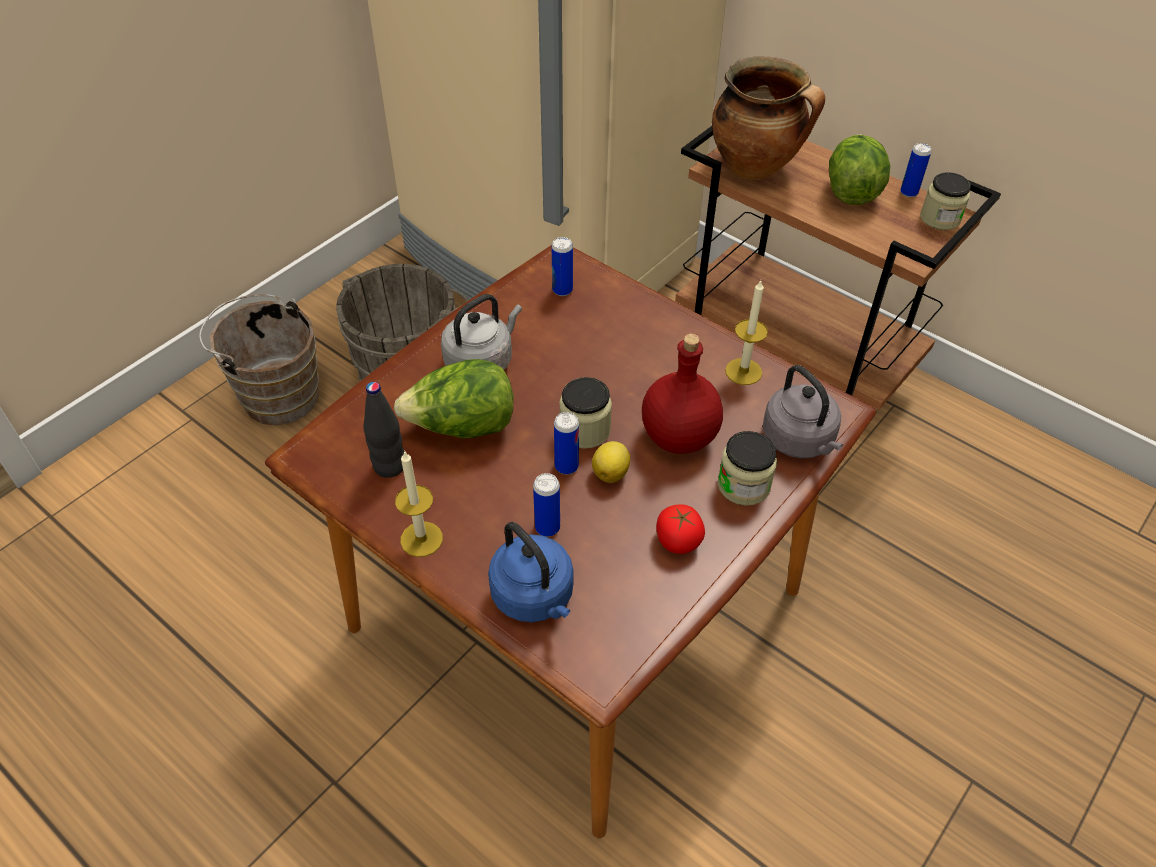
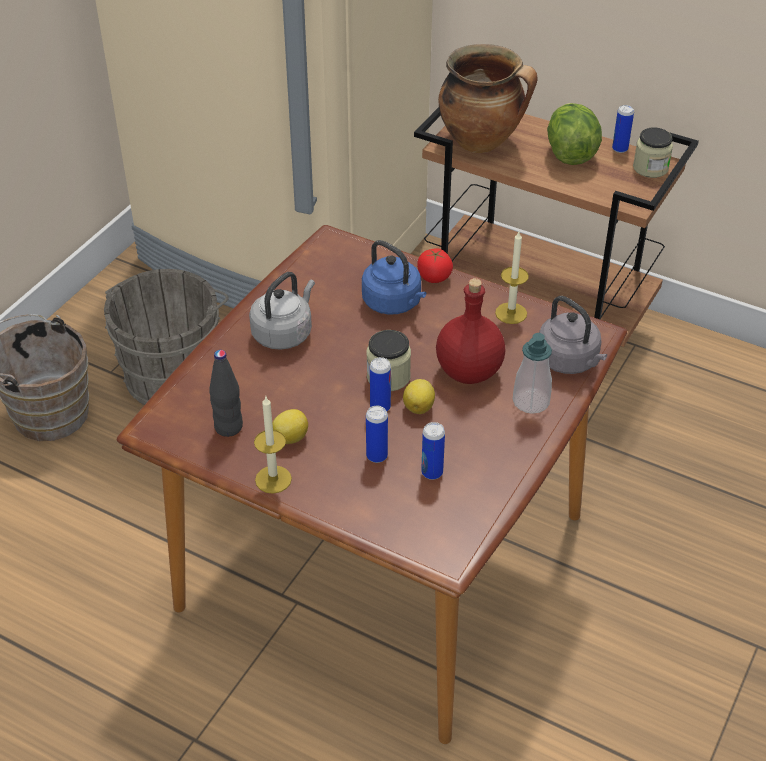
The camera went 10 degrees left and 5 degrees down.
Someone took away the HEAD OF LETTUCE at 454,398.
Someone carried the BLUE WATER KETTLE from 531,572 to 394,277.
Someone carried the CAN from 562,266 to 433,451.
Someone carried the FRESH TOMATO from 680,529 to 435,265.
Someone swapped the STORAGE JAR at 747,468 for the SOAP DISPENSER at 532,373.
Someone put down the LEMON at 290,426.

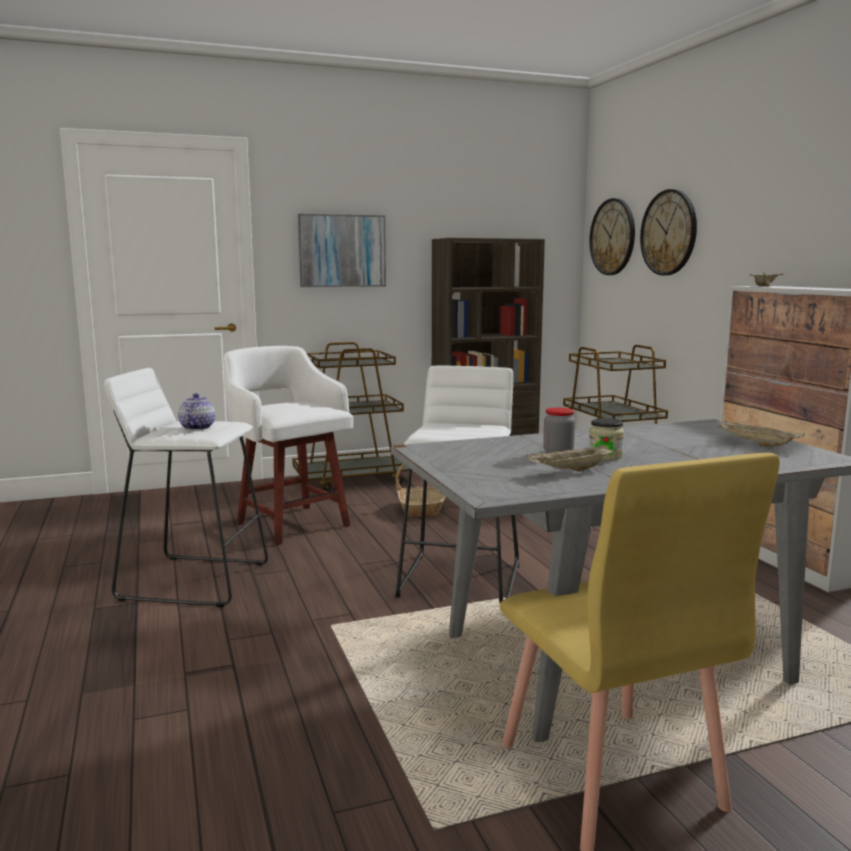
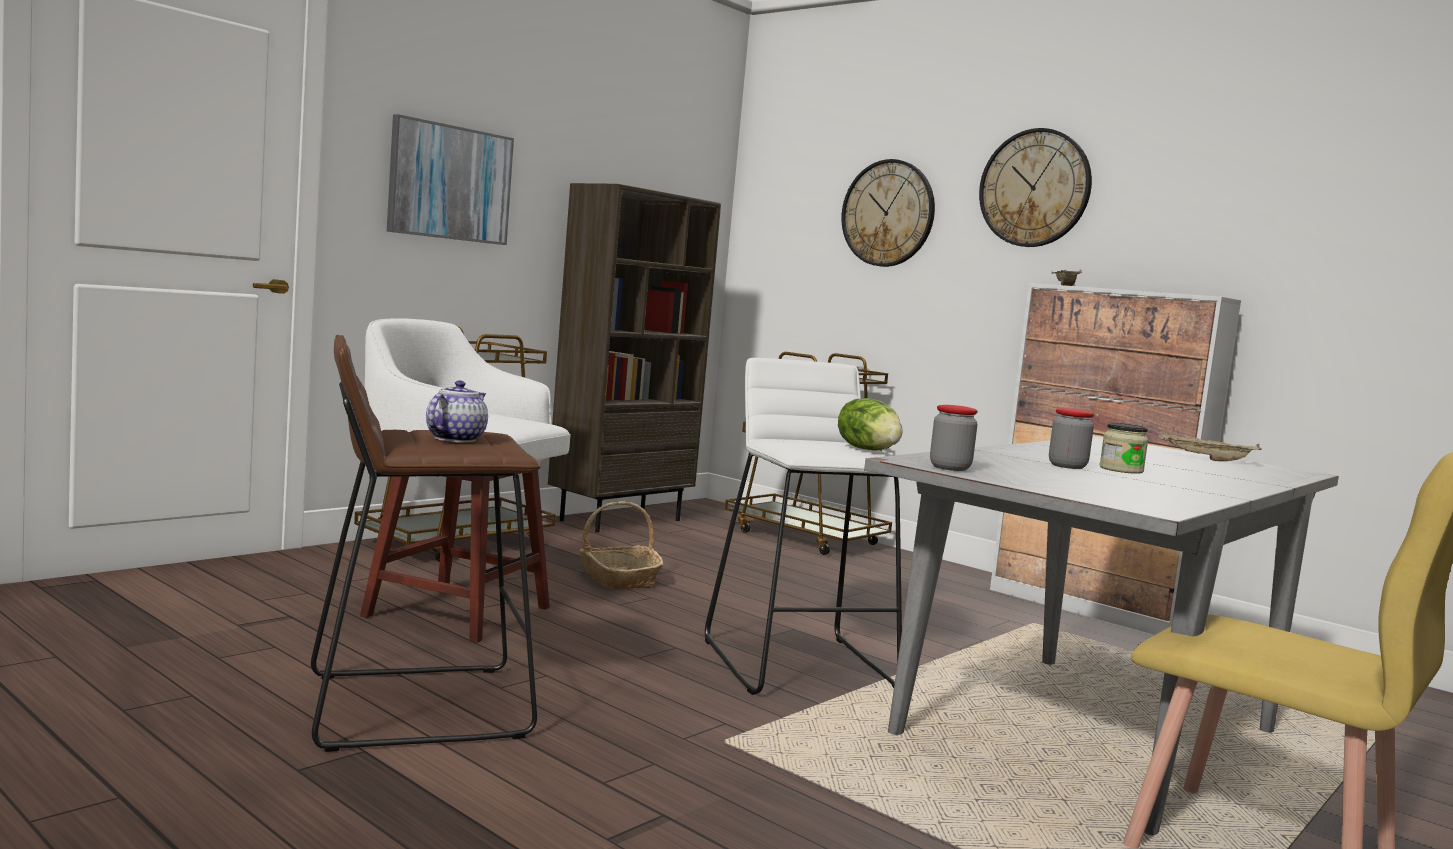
The camera went 30 degrees left and 5 degrees down.
Someone repainted the WHITISH STOOL SEAT at 186,487, which became the BROWN-COLOURED STOOL SEAT at 426,543.
Someone rotated the POT FOR TEA at 196,411 by 45 degrees clockwise.
Someone took away the BEIGE CARRYING TRAY at 570,457.
Someone carried the WALL CLOCK from 612,236 to 1035,187.
Someone put down the HEAD OF LETTUCE at 870,424.
Someone put down the STORAGE JAR at 954,438.

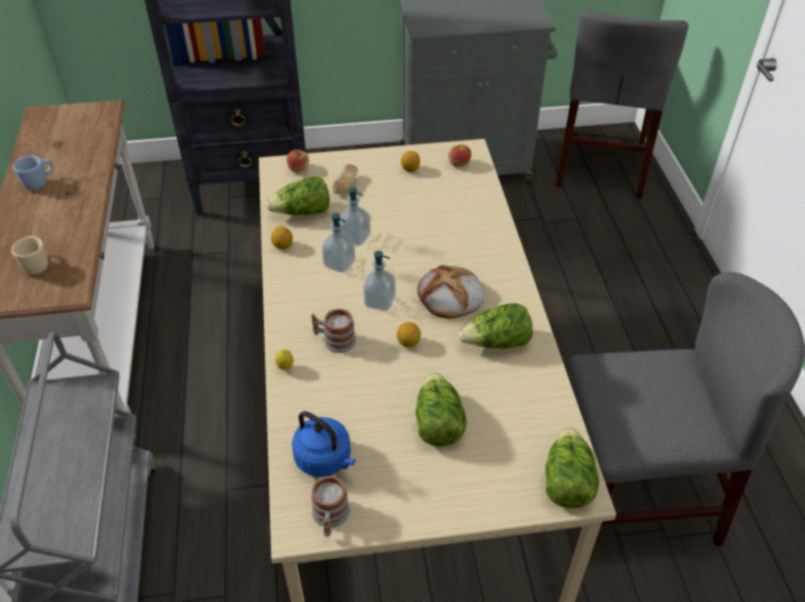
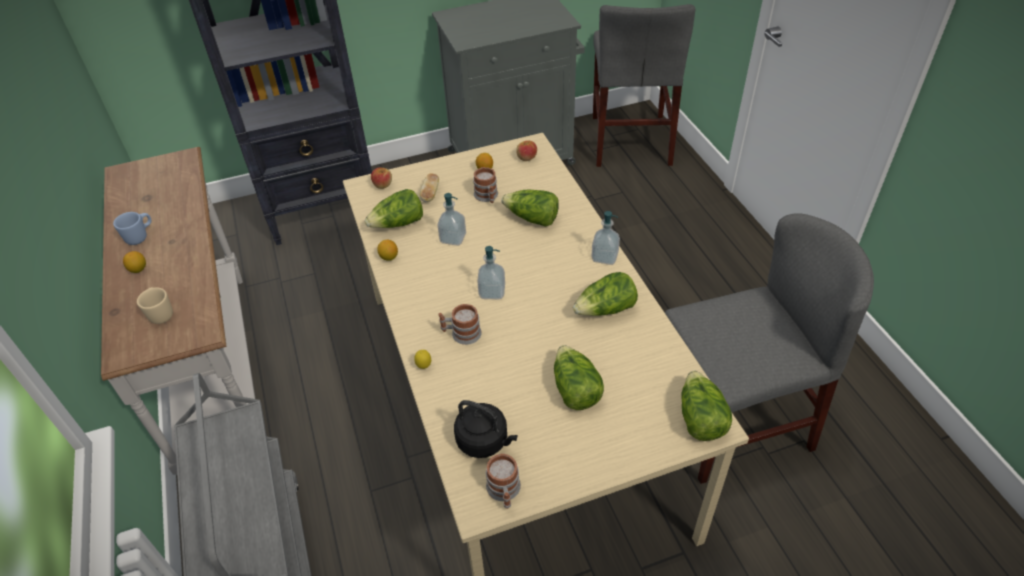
The camera went 10 degrees left and 0 degrees up.
Someone repainted the BLUE WATER KETTLE at 323,444, which became the BLACK WATER KETTLE at 485,429.
Someone carried the SOAP DISPENSER from 338,243 to 605,238.
Someone carried the LEMON from 409,334 to 134,262.
Someone took away the BREAD at 450,292.
Someone put down the COFFEE MUG at 485,185.
Someone put down the HEAD OF LETTUCE at 530,208.

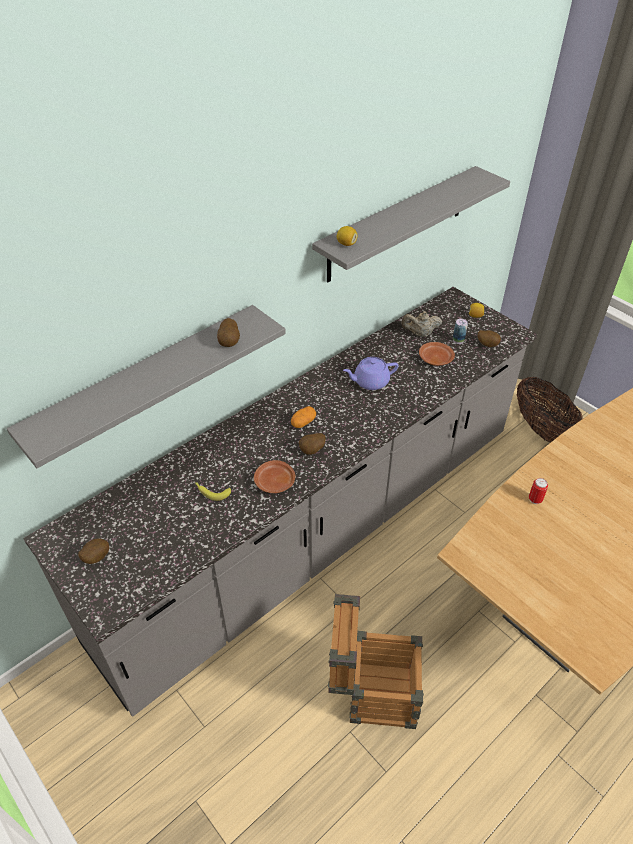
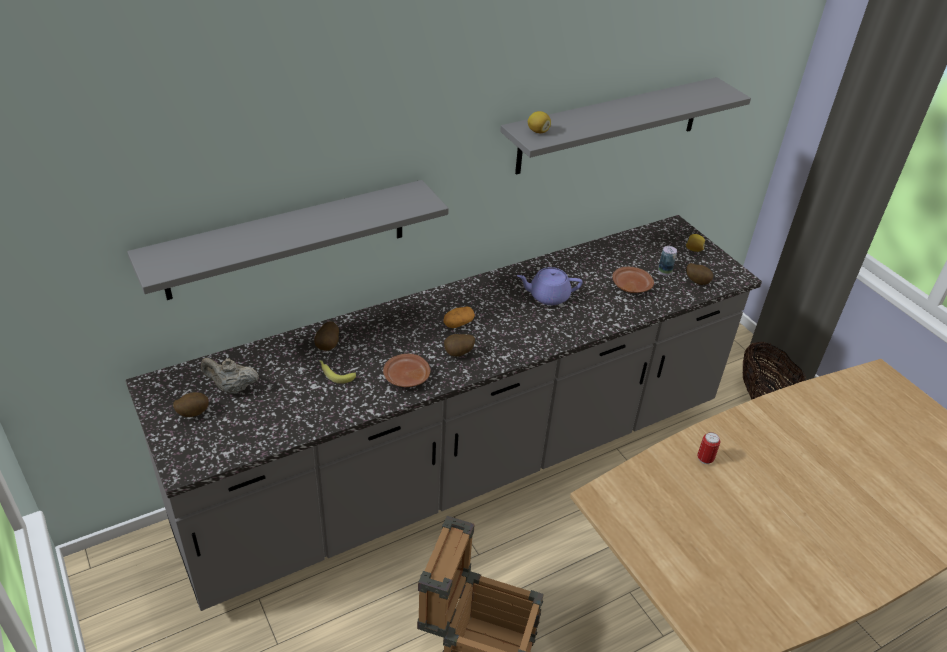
The camera went 10 degrees right and 5 degrees down.
Someone carried the POTATO from 228,332 to 326,336.
Someone carried the BEIGE POT FOR TEA from 422,324 to 230,376.

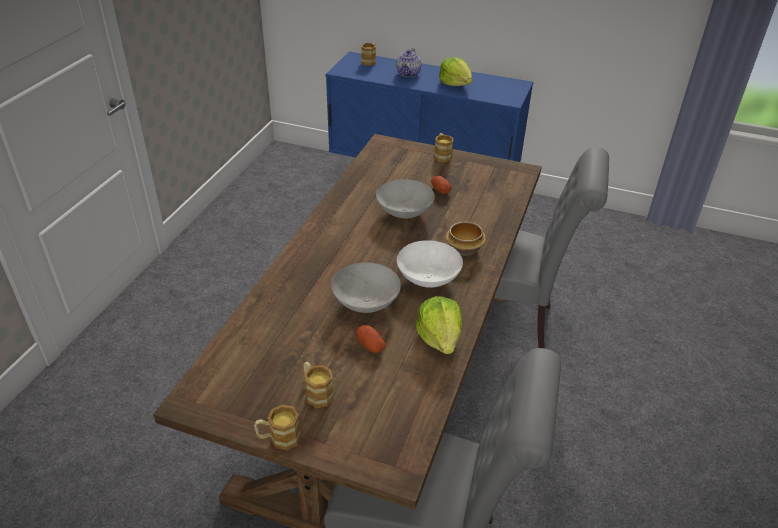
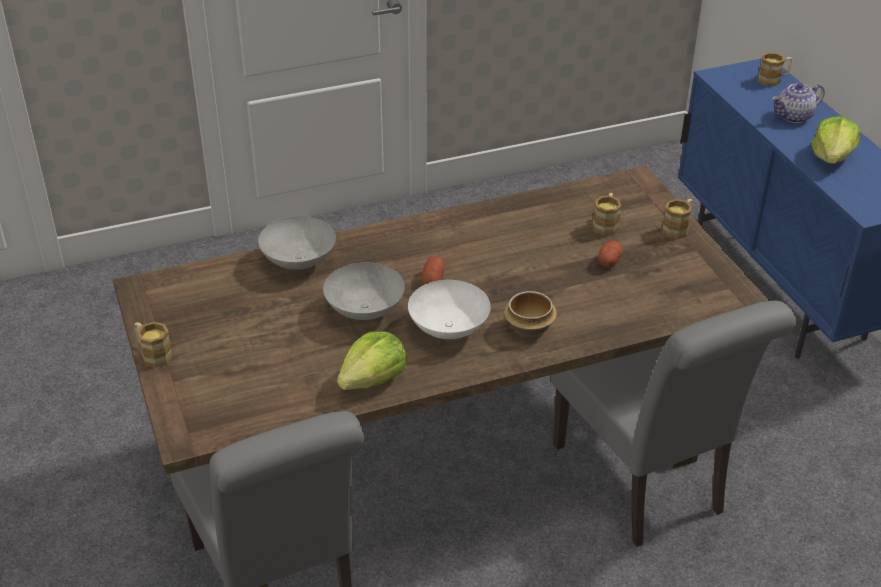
The camera went 50 degrees right and 0 degrees up.
Someone carried the COFFEE MUG from 319,385 to 607,214.
Someone carried the POTATO from 371,339 to 433,270.
Someone carried the GREY SERVING BOWL from 405,199 to 297,243.

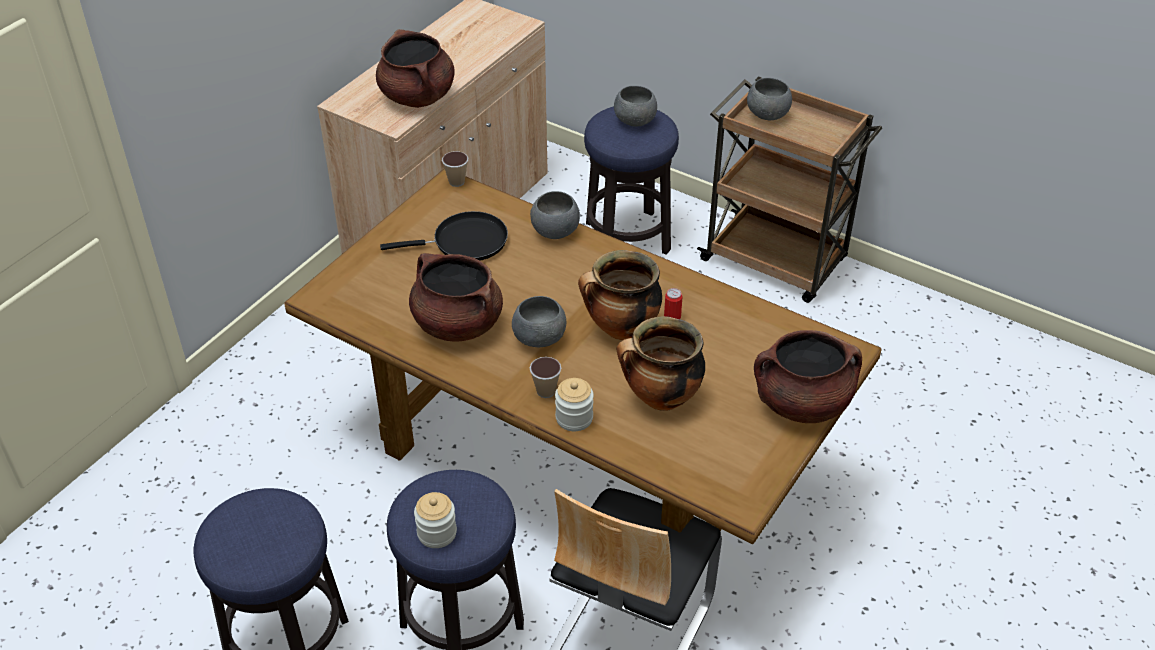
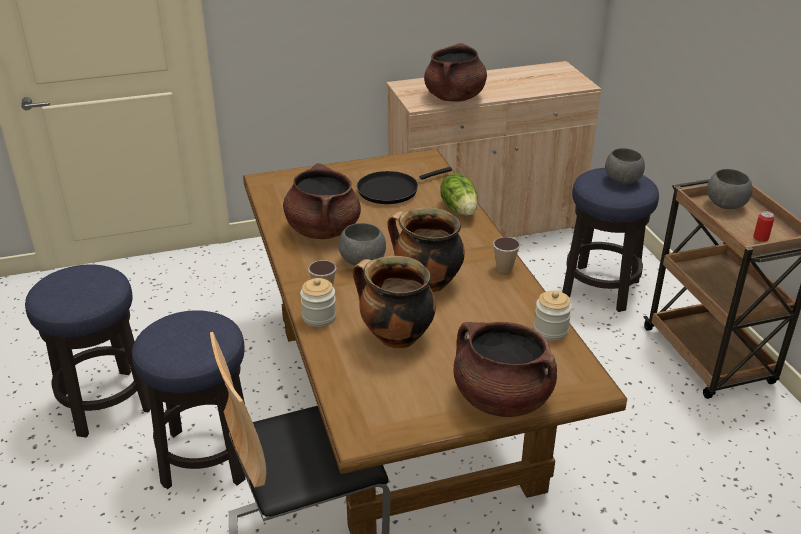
The camera went 40 degrees right and 10 degrees down.
Someone rotated the BLACK PAN at 444,235 by 120 degrees clockwise.
Someone carried the STORAGE JAR from 435,520 to 553,315.
Someone carried the DRINKING CUP from 455,169 to 506,255.
Someone swapped the GREY SERVING BOWL at 555,215 for the HEAD OF LETTUCE at 459,194.
Someone carried the CAN from 673,303 to 763,226.

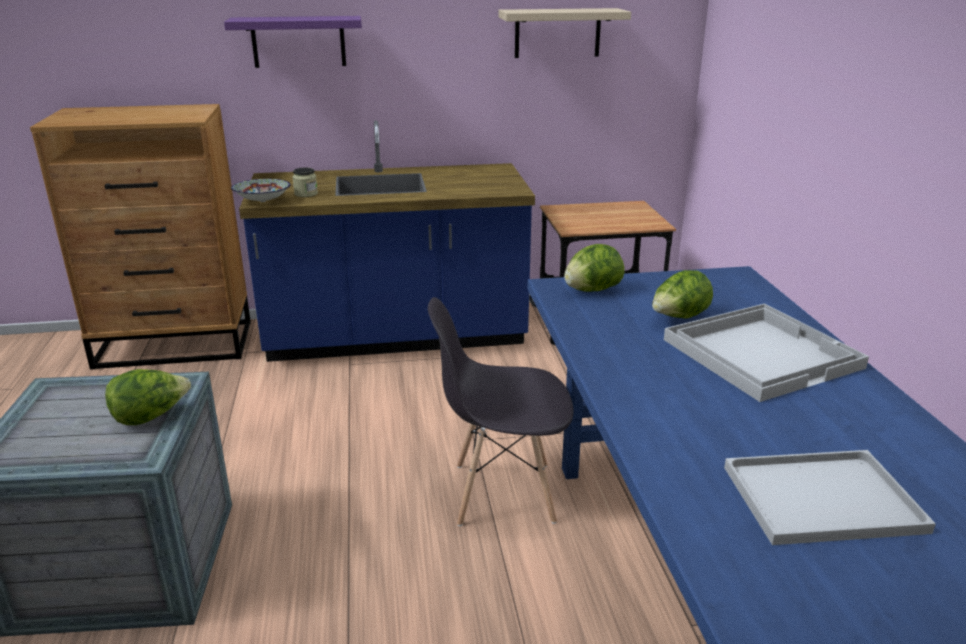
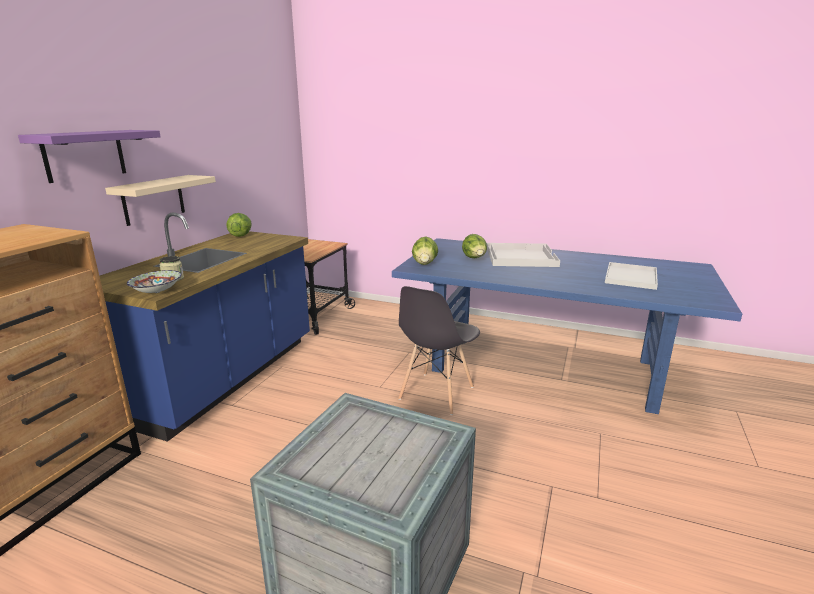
The camera went 60 degrees left and 5 degrees down.
Someone carried the HEAD OF LETTUCE from 148,397 to 239,225.
Someone carried the BEIGE BRACKET SHELF from 564,33 to 160,200.

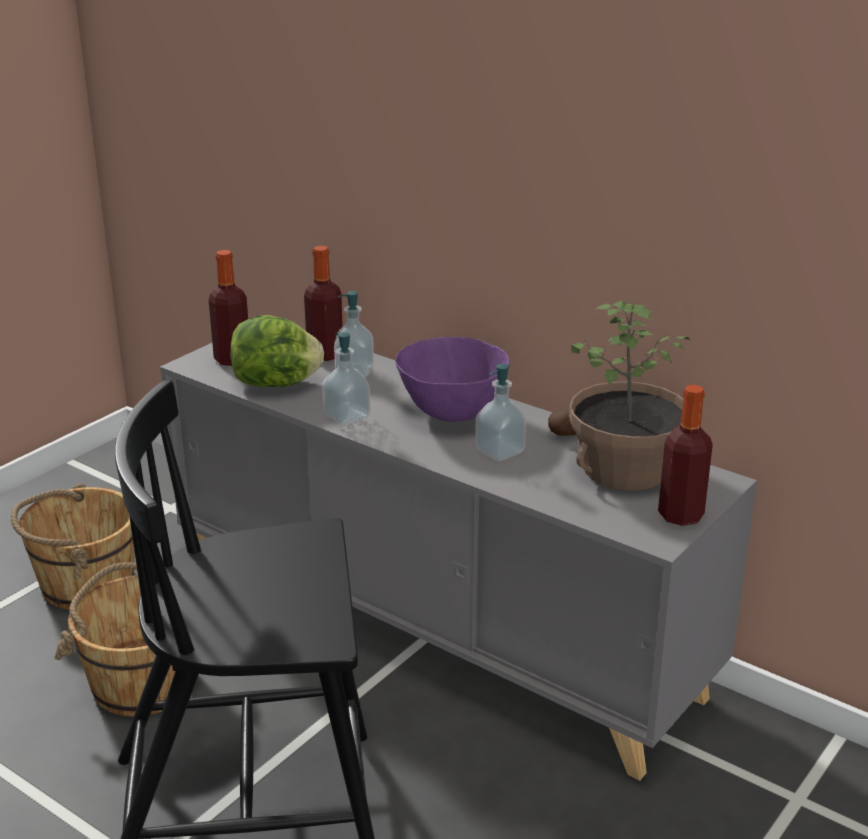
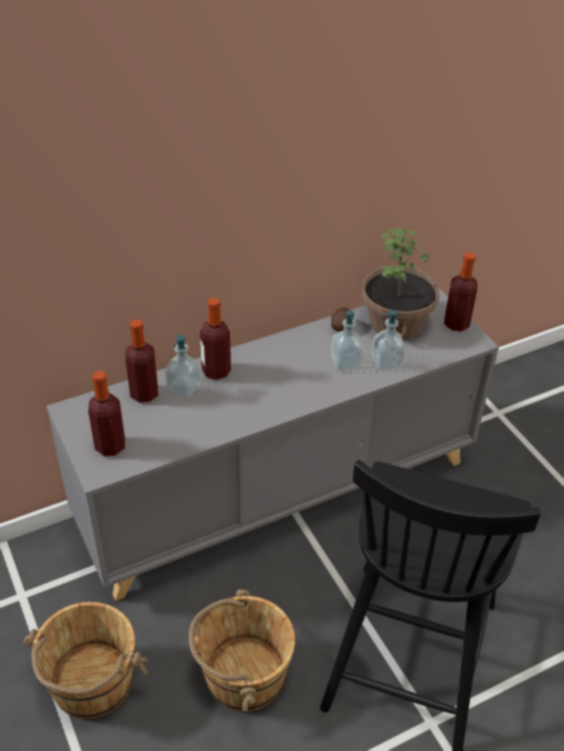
The camera went 65 degrees left and 15 degrees up.
Someone took away the HEAD OF LETTUCE at 277,351.
Someone carried the SOAP DISPENSER from 346,379 to 388,340.
Someone took away the PURPLE SERVING BOWL at 452,379.
Someone put down the BEVERAGE BOTTLE at 215,339.

